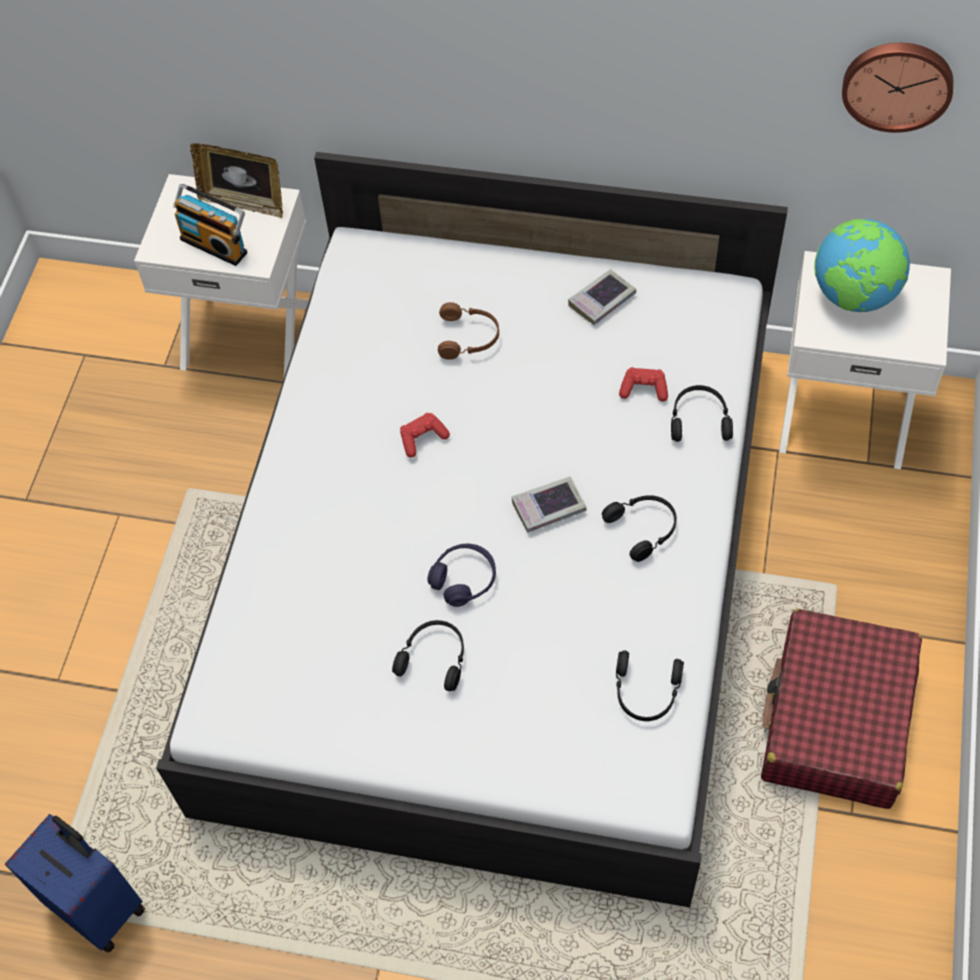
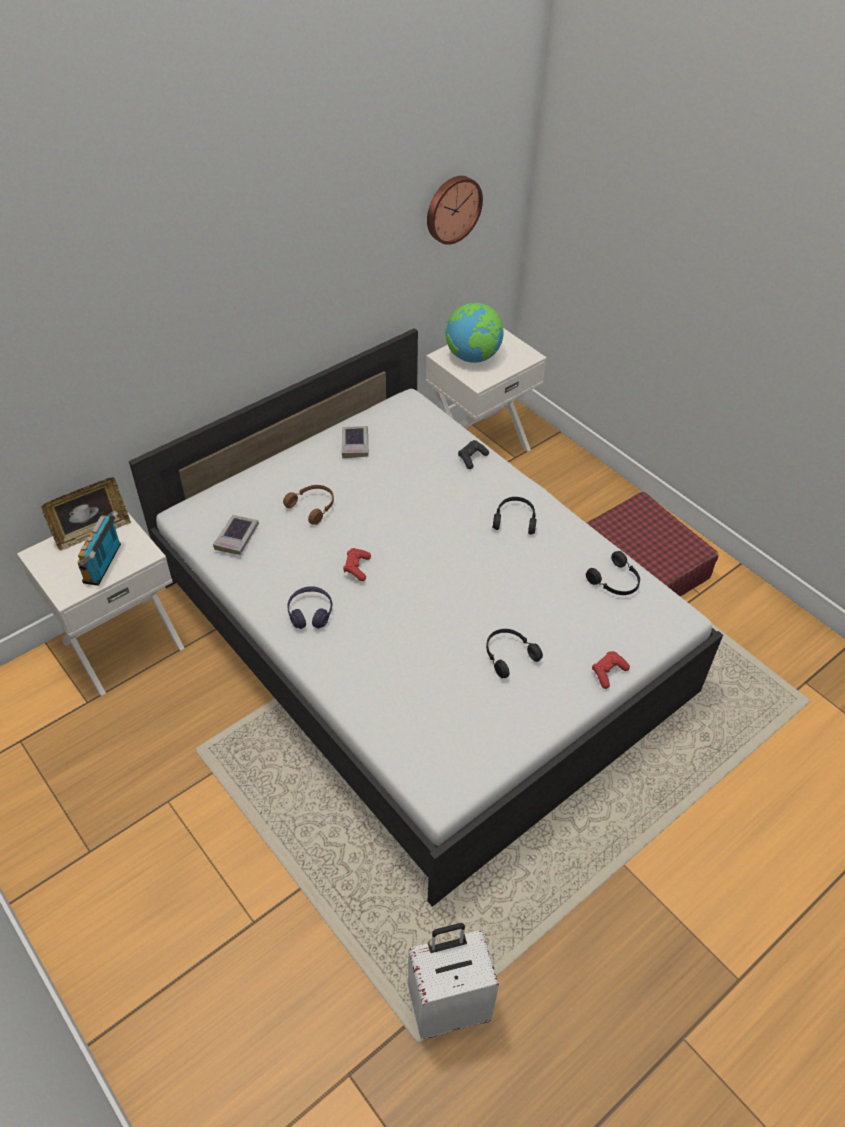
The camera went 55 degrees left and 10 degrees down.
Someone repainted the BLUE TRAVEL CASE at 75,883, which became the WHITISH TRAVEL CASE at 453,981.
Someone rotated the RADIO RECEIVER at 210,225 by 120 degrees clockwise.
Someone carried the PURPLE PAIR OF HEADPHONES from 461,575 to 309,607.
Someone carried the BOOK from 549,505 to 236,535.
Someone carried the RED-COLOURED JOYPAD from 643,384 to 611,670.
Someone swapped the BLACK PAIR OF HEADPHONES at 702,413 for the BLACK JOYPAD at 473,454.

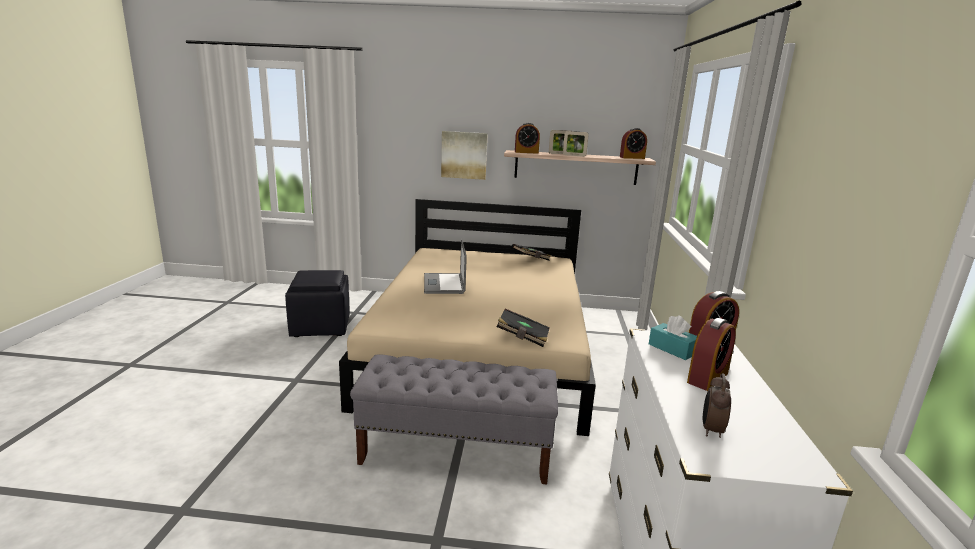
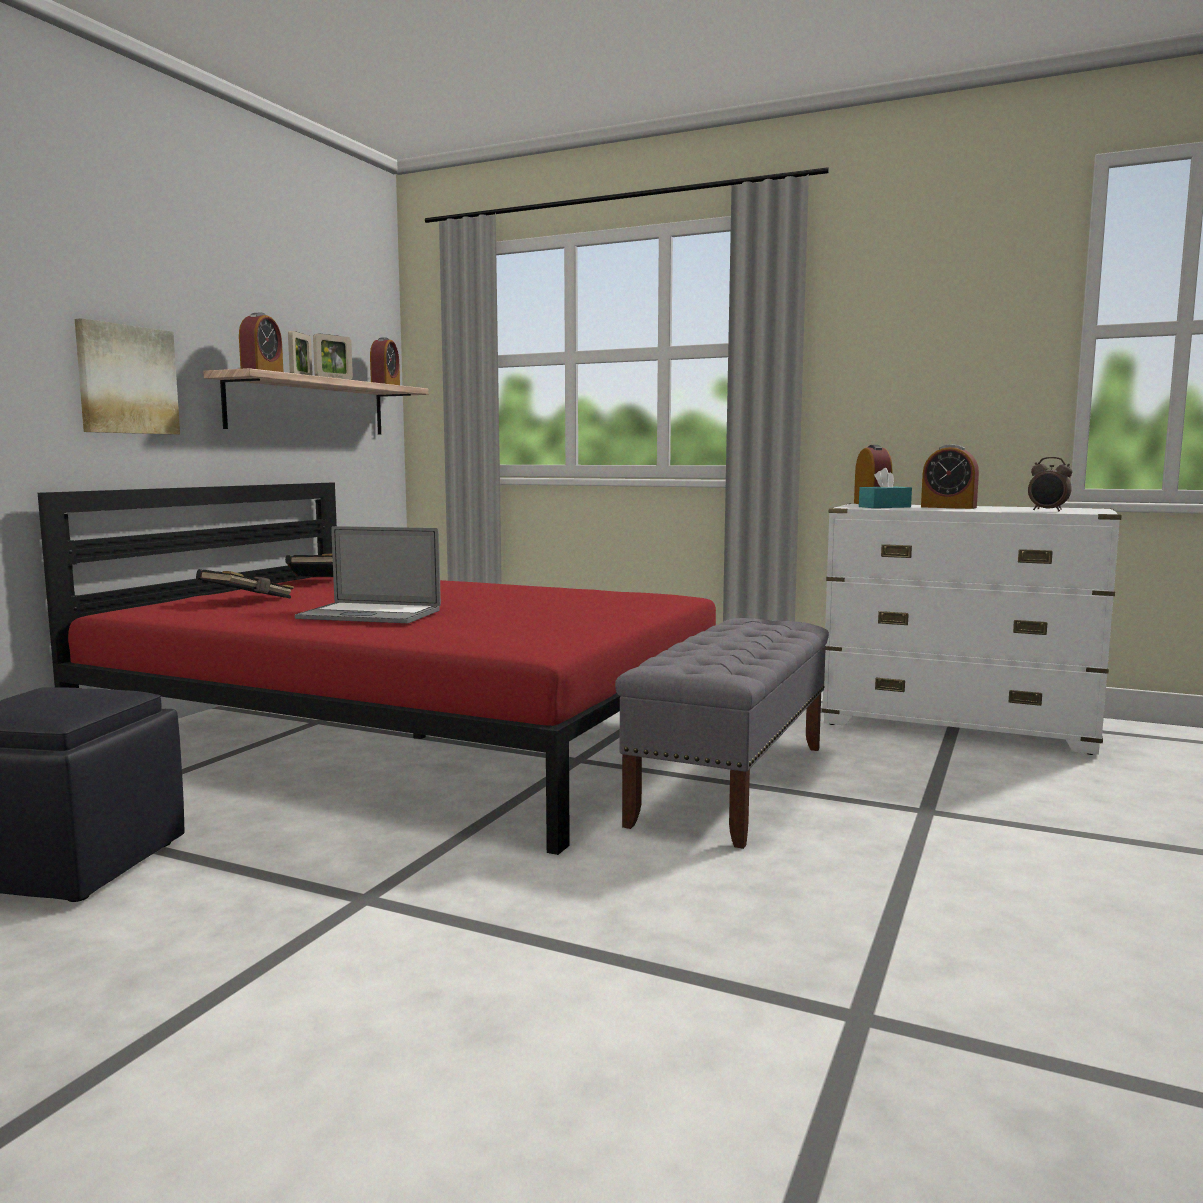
The camera went 70 degrees left and 10 degrees down.
Someone repainted the BEIGE BED at 467,317, which became the RED-COLOURED BED at 377,669.
Someone carried the BLACK BOOK from 523,327 to 245,584.
Someone rotated the ALARM CLOCK at 711,354 by 150 degrees clockwise.

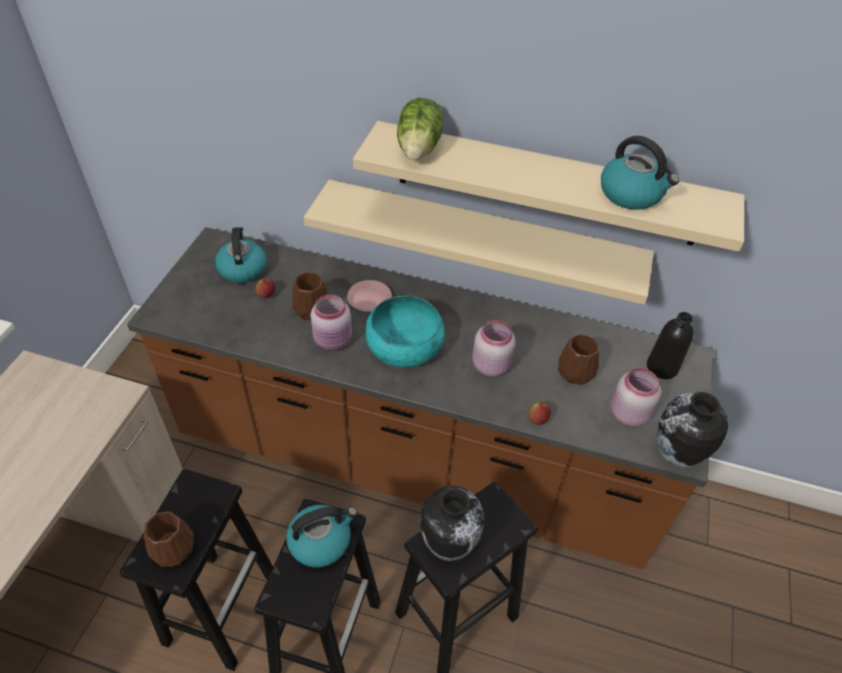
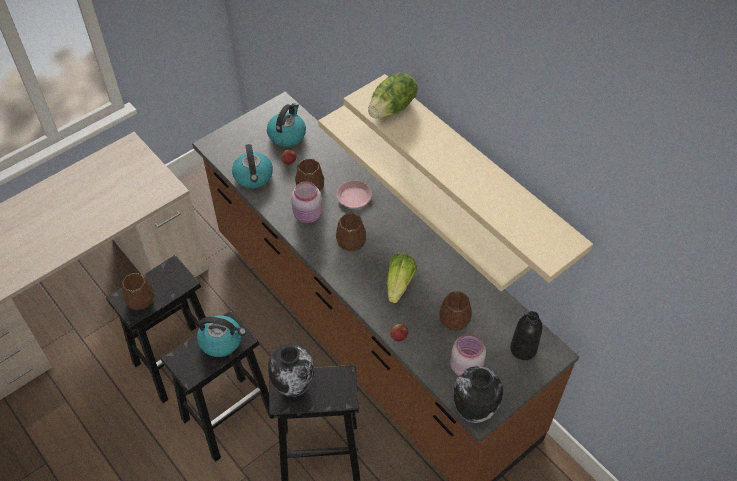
The camera went 35 degrees right and 5 degrees up.
Someone swapped the BLUE-GREEN SERVING BOWL at 405,331 for the BROWN-COLOURED VASE at 351,232.
Someone swapped the PINK STORAGE JAR at 494,348 for the HEAD OF LETTUCE at 402,278.
Someone carried the WATER KETTLE from 640,173 to 252,166.

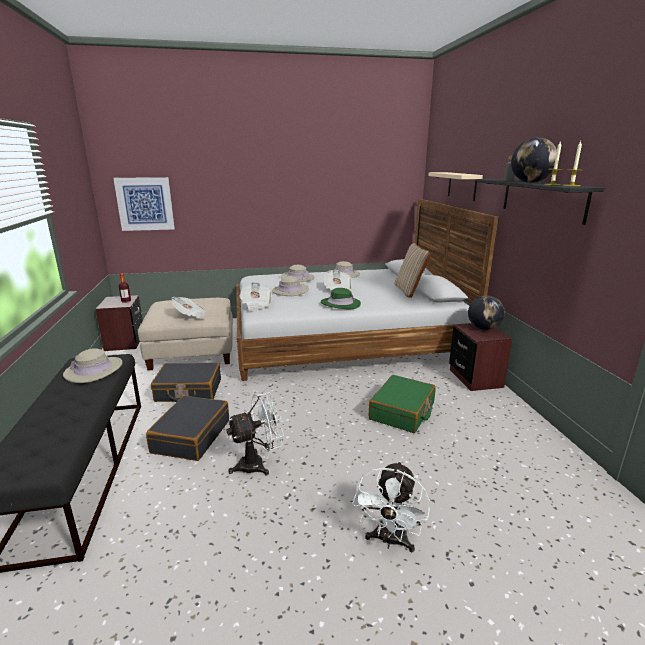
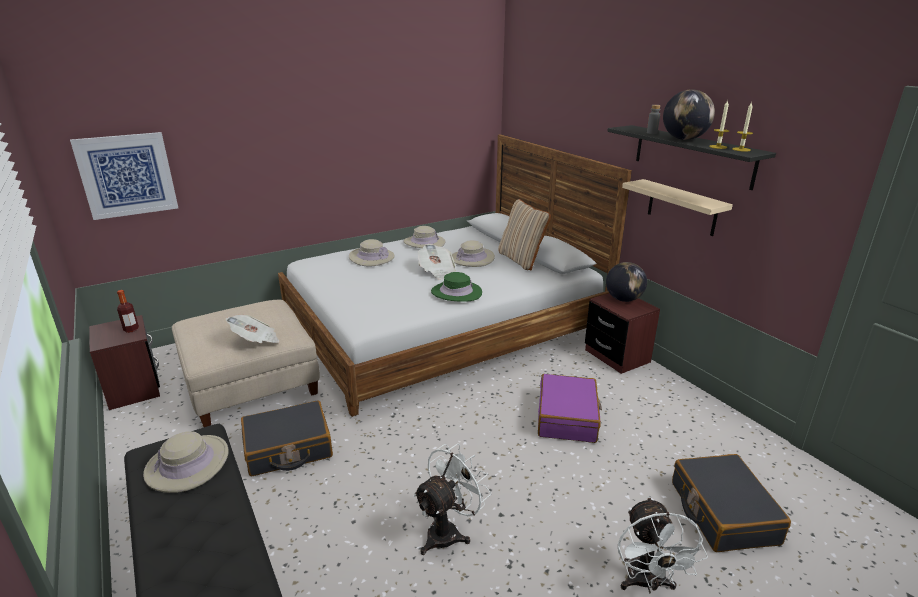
The camera went 20 degrees left and 5 degrees up.
Someone carried the BLACK TRAVEL CASE from 187,428 to 731,503.
Someone took away the PRINTED PAPER at 255,296.
Someone carried the BEIGE CLOTHING HAT from 290,286 to 473,253.
Someone repainted the GREEN TRAVEL CASE at 402,404, which became the PURPLE TRAVEL CASE at 570,408.
Someone carried the BEIGE BRACKET SHELF from 455,186 to 677,207.

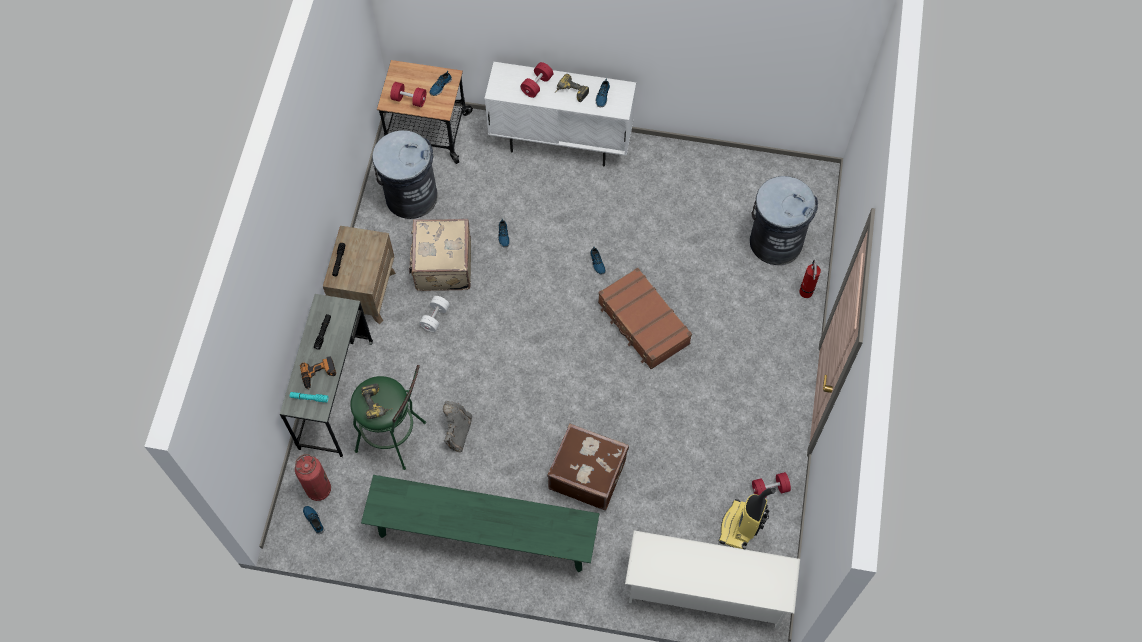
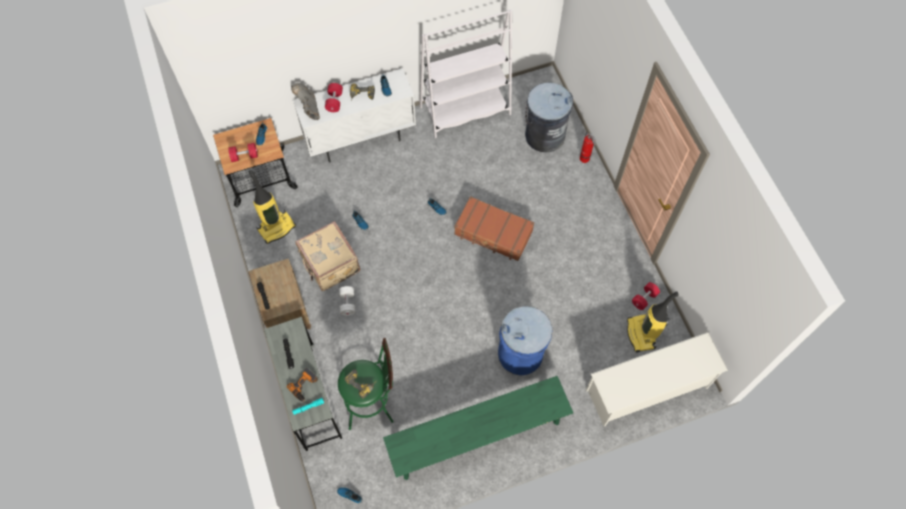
The camera went 30 degrees left and 0 degrees up.
Someone took away the FIRE-FIGHTING CYLINDER at 313,477.
Someone swapped the GREY RUBBISH BIN at 405,174 for the VACUUM CLEANER at 272,207.
Someone carried the GREY TALL BOOT from 457,426 to 305,101.
Someone swapped the BROWN-COLOURED TRAVEL CASE at 588,466 for the BLUE RUBBISH BIN at 525,340.
Someone put down the WHITISH SHELVING UNIT at 465,74.

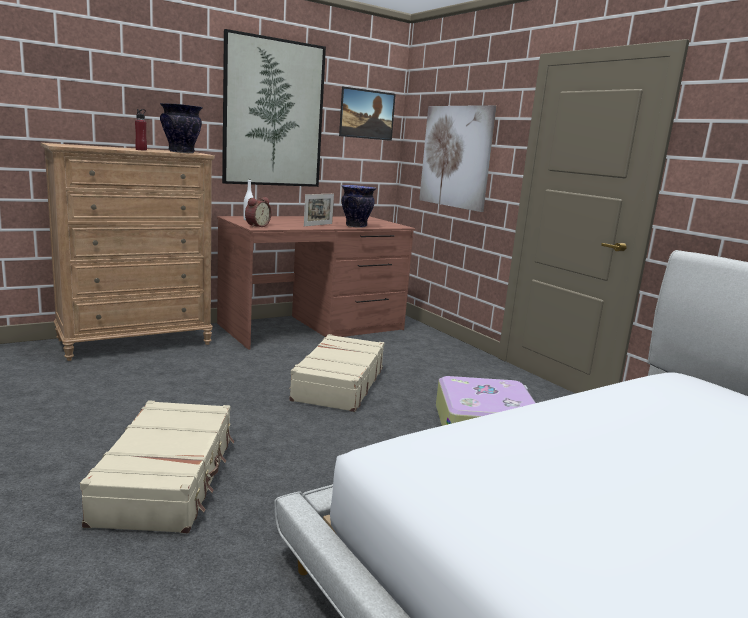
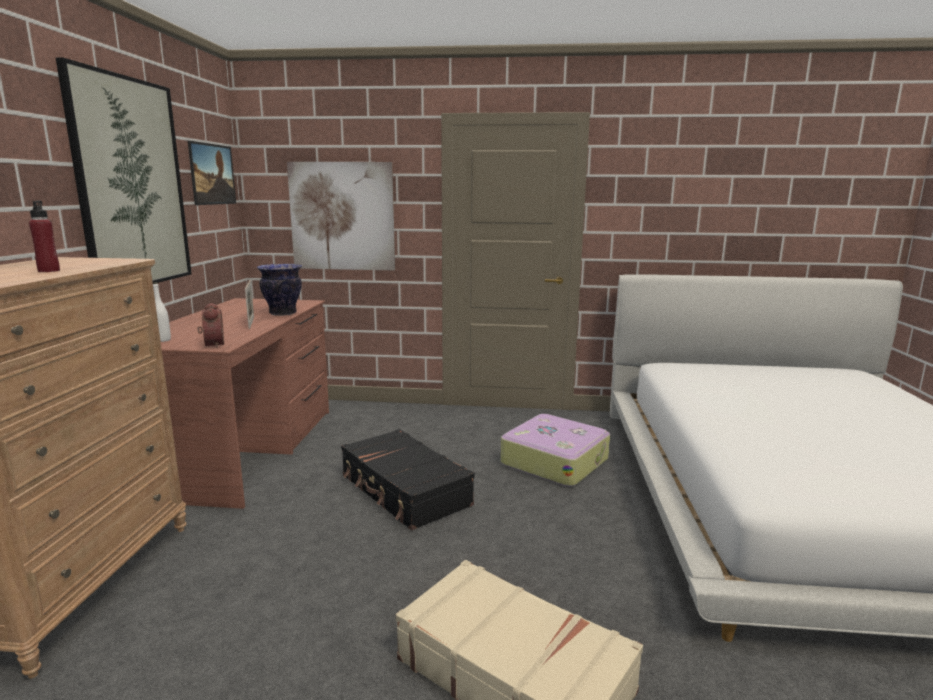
The camera went 50 degrees left and 0 degrees up.
Someone took away the VASE at 181,128.
Someone repainted the BEIGE TRAVEL CASE at 336,373, which became the BLACK TRAVEL CASE at 408,480.

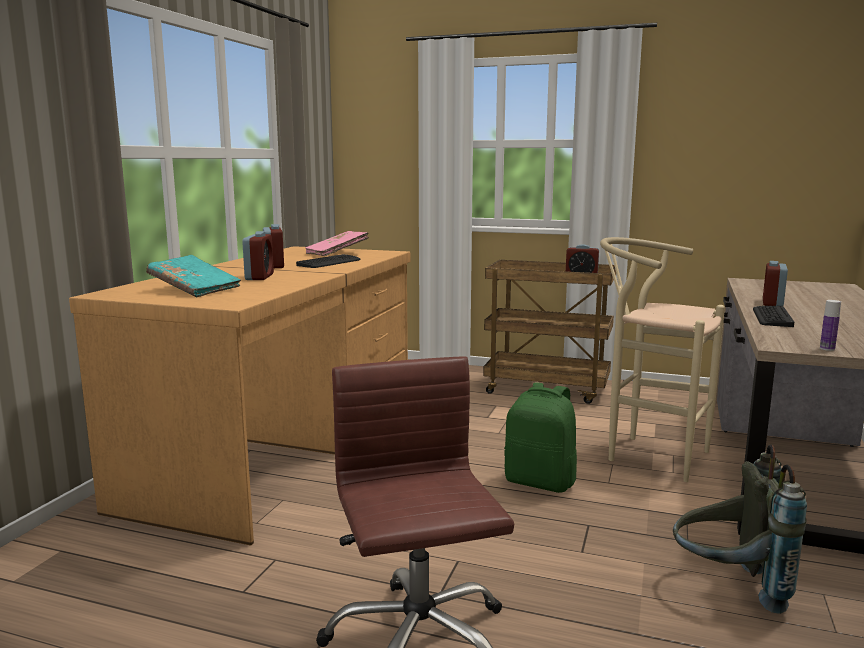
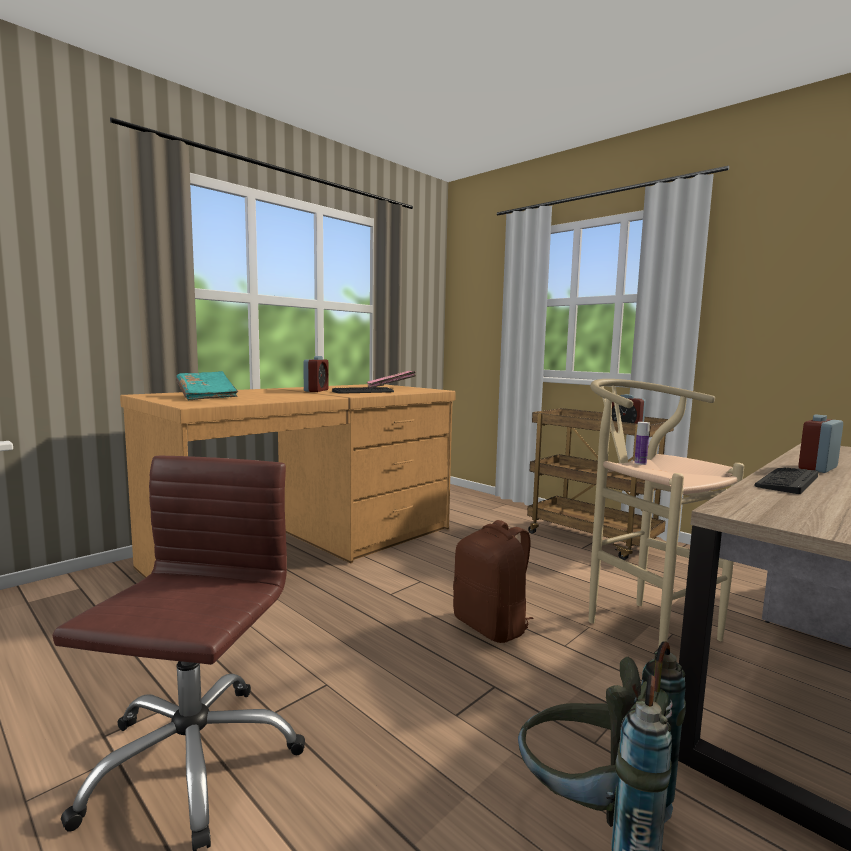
The camera went 25 degrees right and 5 degrees down.
Someone took away the ALARM CLOCK at 258,255.
Someone repainted the GREEN RUCKSACK at 540,437, which became the BROWN-COLOURED RUCKSACK at 493,581.
Someone carried the BEVERAGE BOTTLE from 830,325 to 642,443.

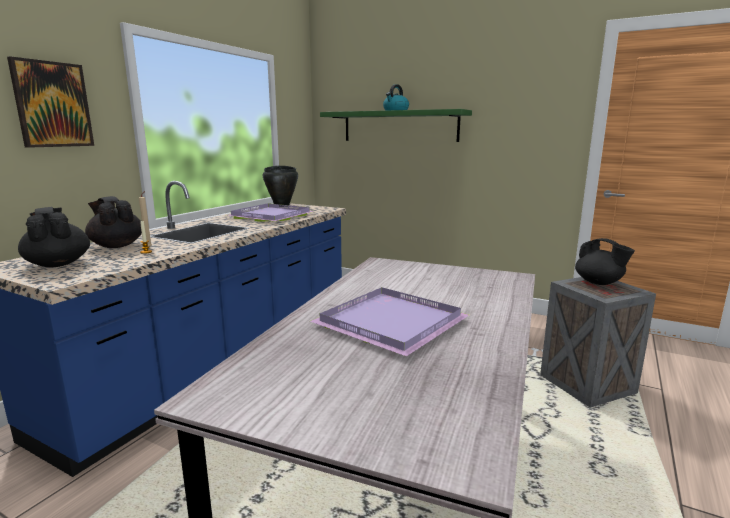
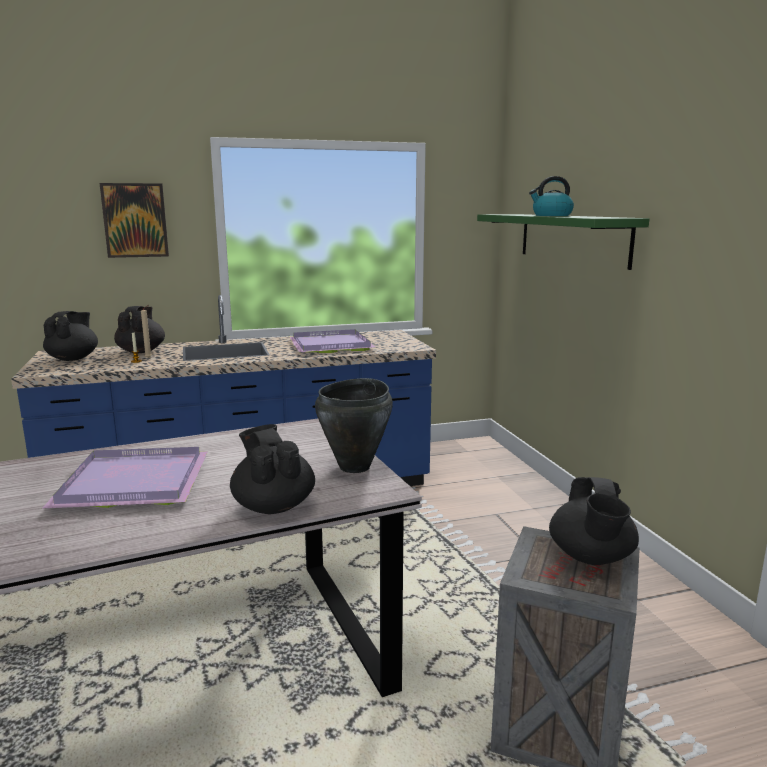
The camera went 45 degrees right and 0 degrees up.
Someone carried the BLACK SAUCEPOT from 280,186 to 354,425.
Someone put down the BLACK POT FOR TEA at 272,469.

